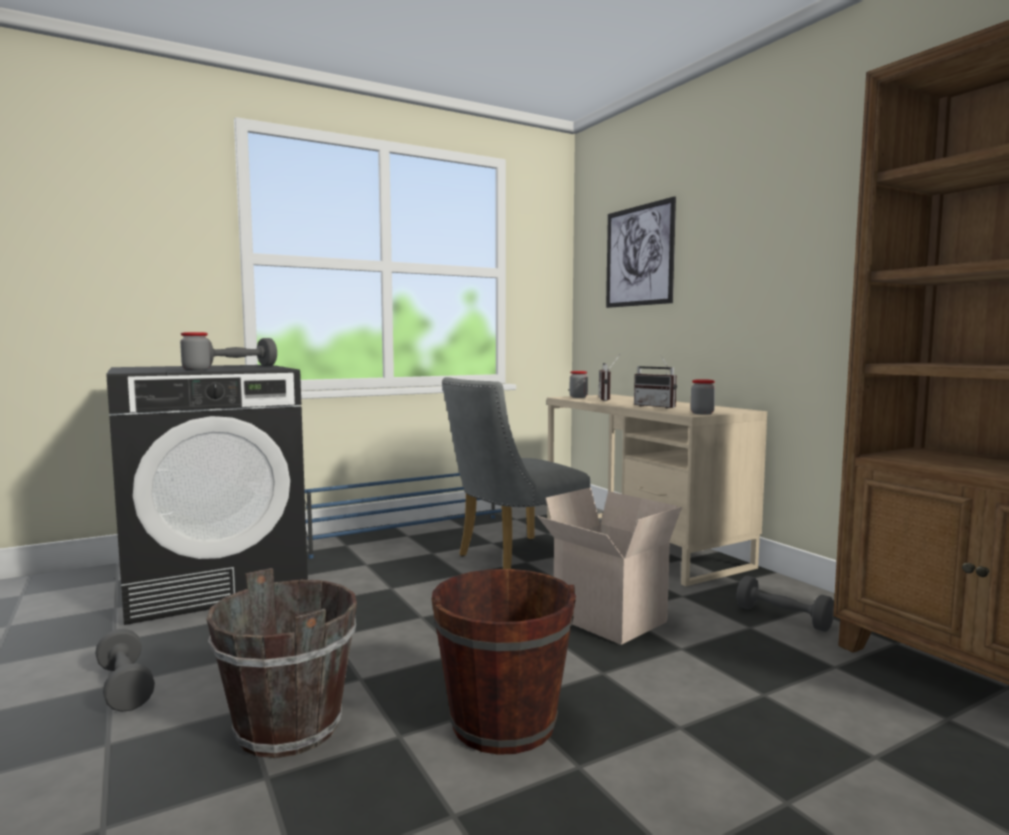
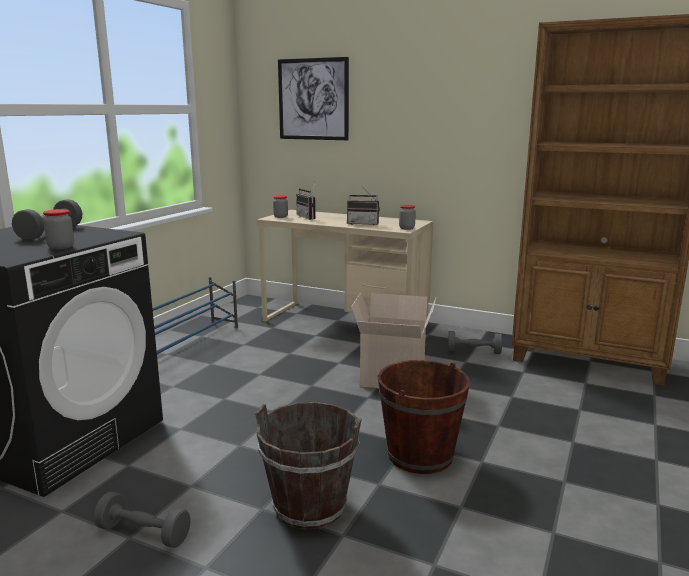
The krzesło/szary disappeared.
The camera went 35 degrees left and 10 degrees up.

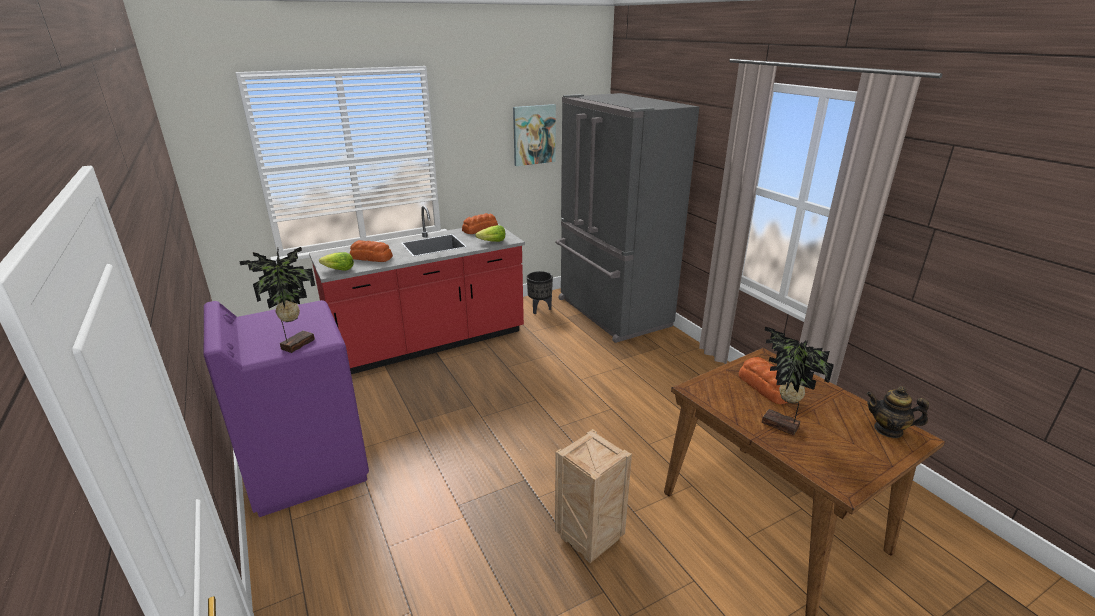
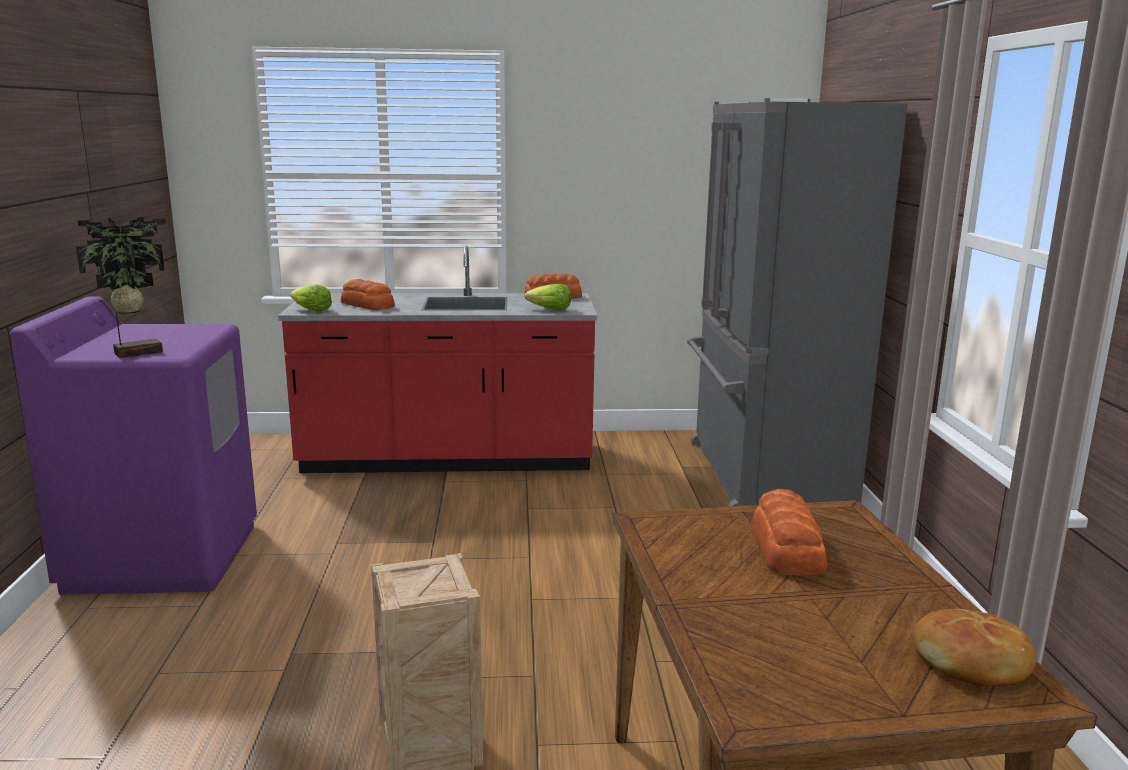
The imbryk was replaced by the chleb (4th from left).
The obraz disappeared.
The donica/czarny disappeared.
The roślina doniczkowa (2nd from left) disappeared.
The camera went 25 degrees right and 10 degrees down.

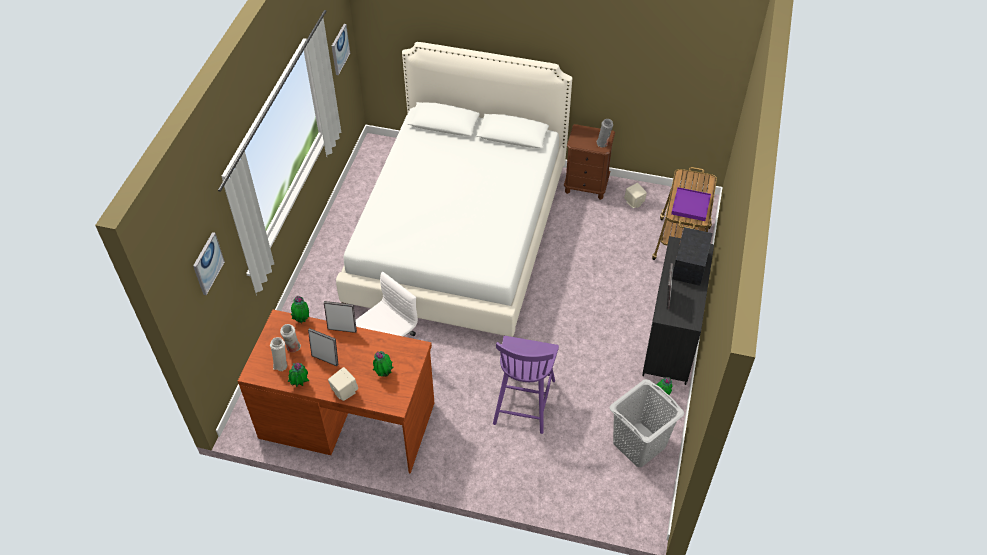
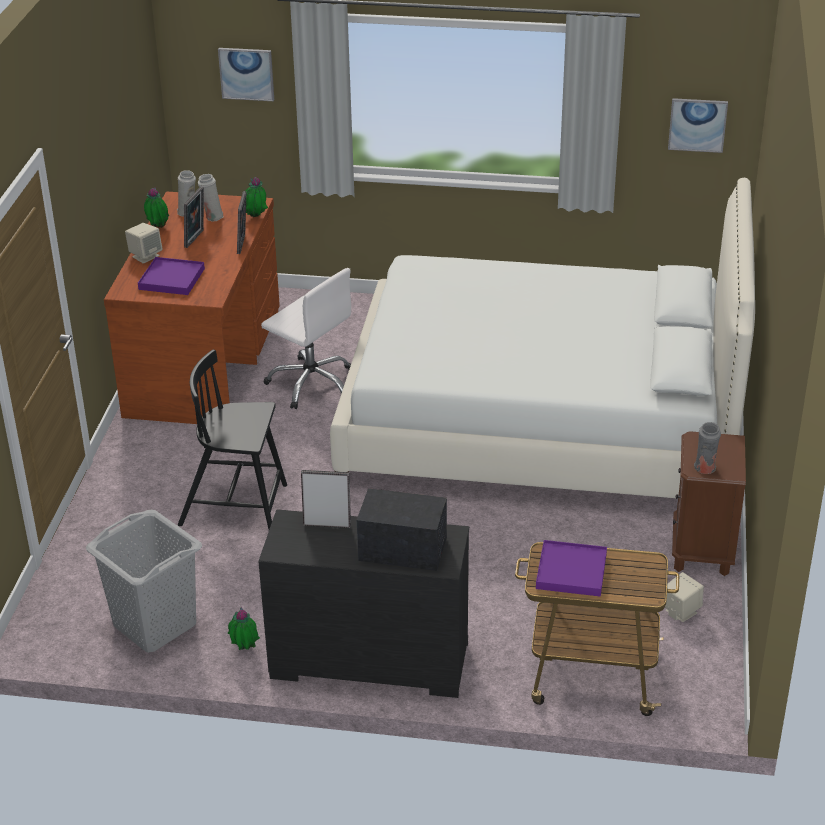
The roślina doniczkowa (3rd from left) was replaced by the taca/fioletowy (1st from left).
The krzesło/fioletowy became the krzesło/czarny.
The camera went 85 degrees right and 15 degrees down.

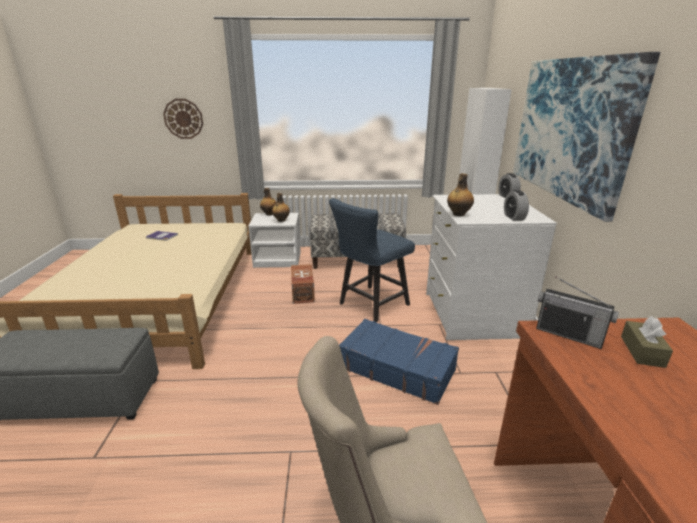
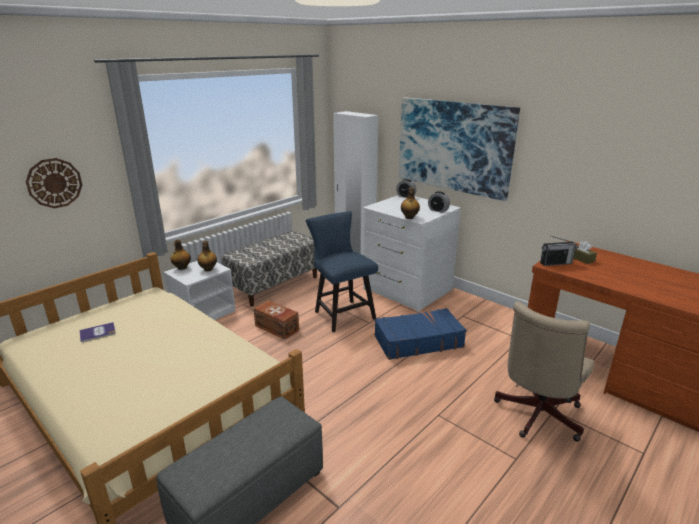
The krzesło/niebieski turned 150 degrees clockwise.
The camera went 45 degrees left and 0 degrees up.

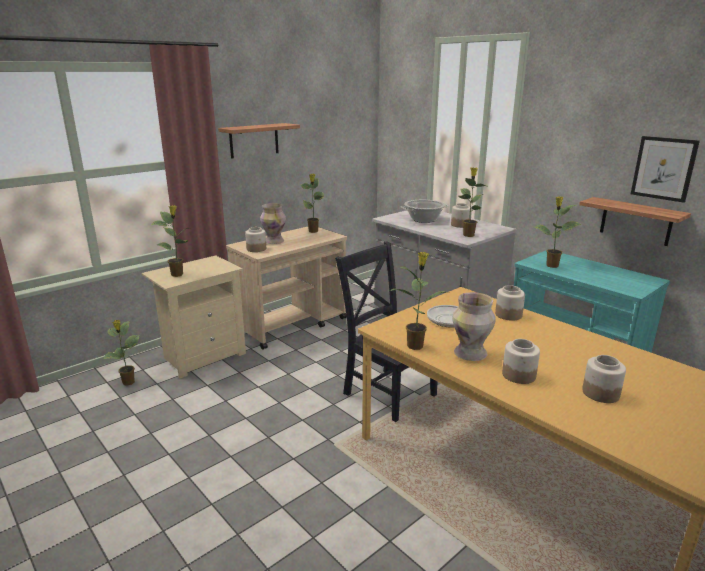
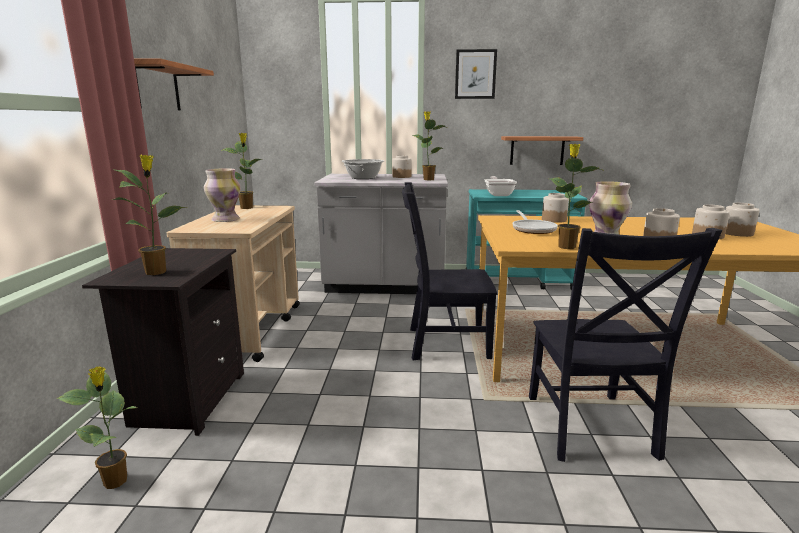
The szafka nocna/beżowy became the szafka nocna/czarny.
The obraz moved.
The roślina doniczkowa (6th from left) was replaced by the patelnia (1st from left).
The krzesło/czarny (2nd from left) appeared.
The słoik (1st from left in the first image) moved.
The camera went 45 degrees left and 5 degrees down.

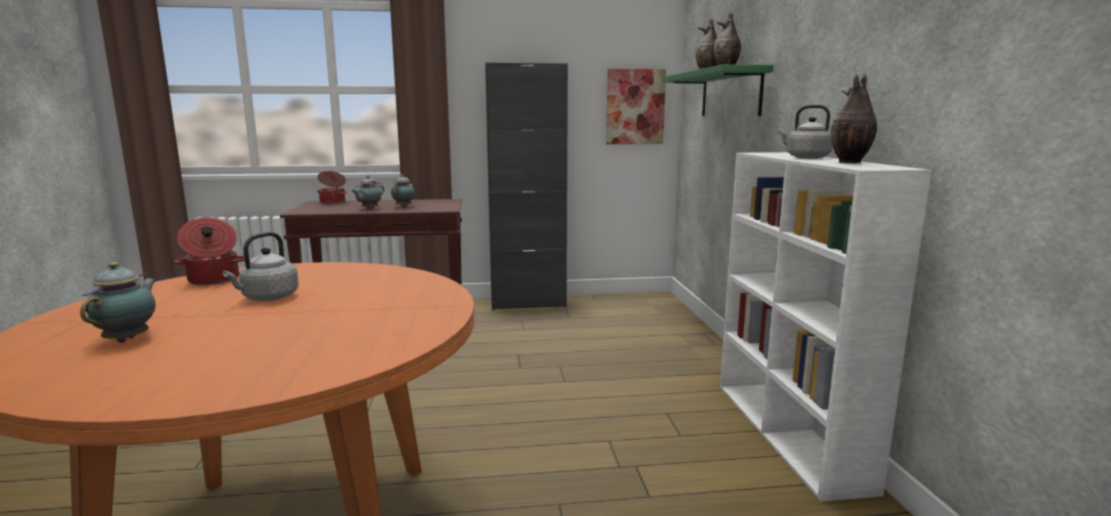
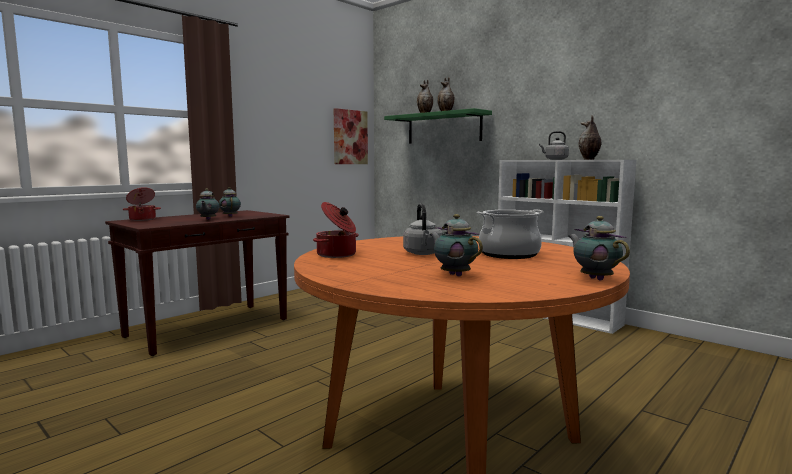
The garnek (3rd from left) appeared.
The imbryk (4th from left) appeared.
The szafka/czarny disappeared.
The camera went 40 degrees left and 5 degrees down.

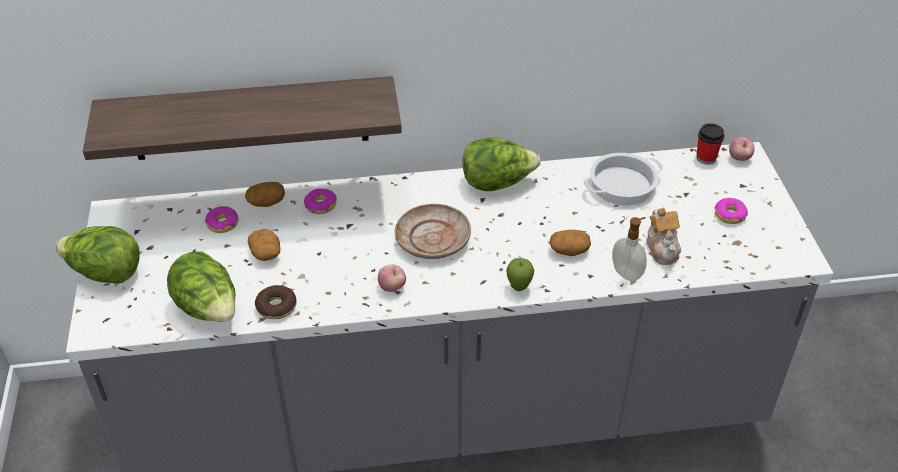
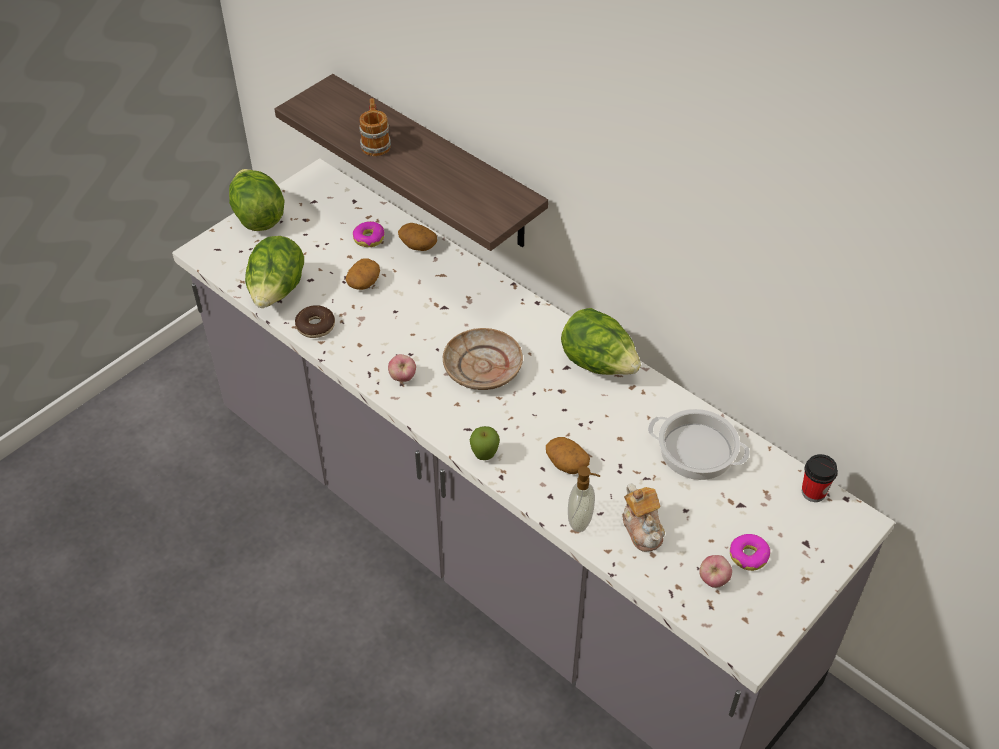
The kubek appeared.
The imbryk turned 60 degrees counterclockwise.
The jabłko (3rd from left) moved.
The donut (3rd from left) disappeared.
The camera went 50 degrees right and 5 degrees up.

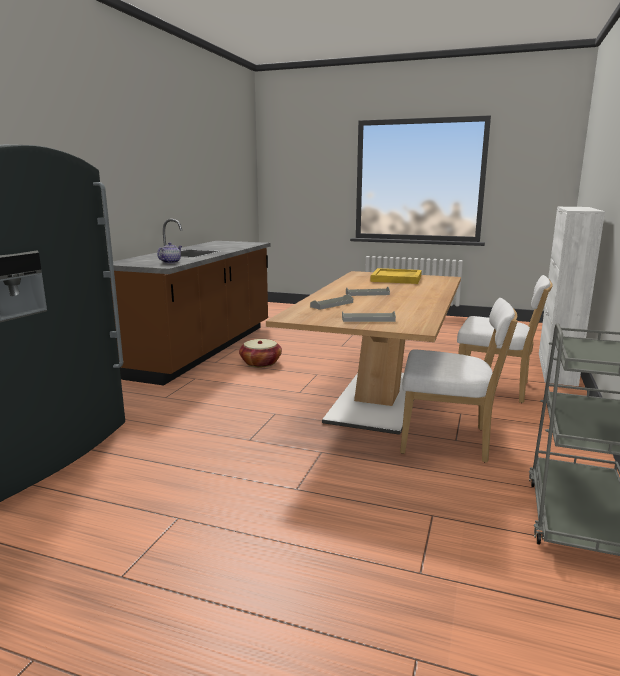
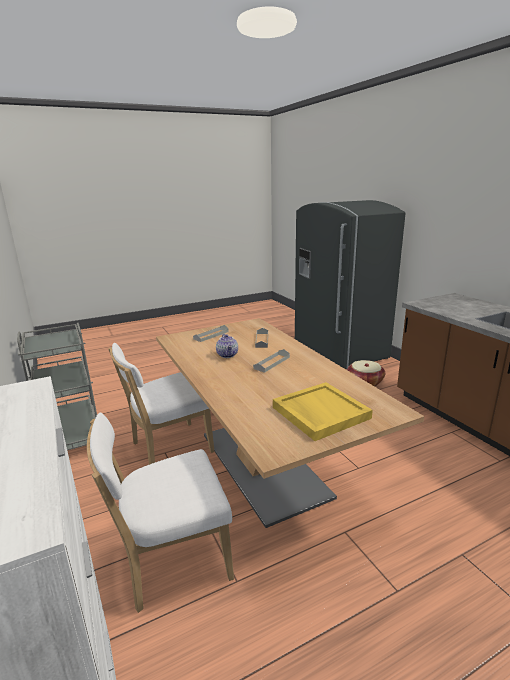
The imbryk moved.
The koszyk moved.
The camera went 135 degrees right and 5 degrees up.

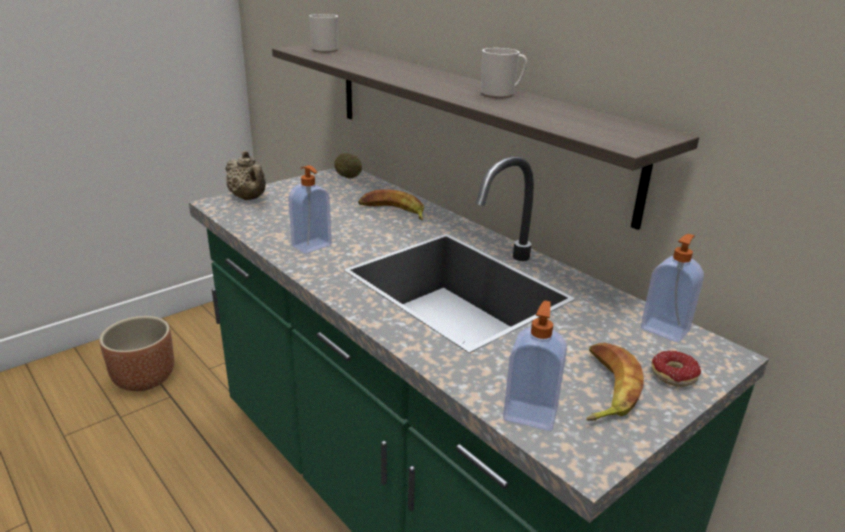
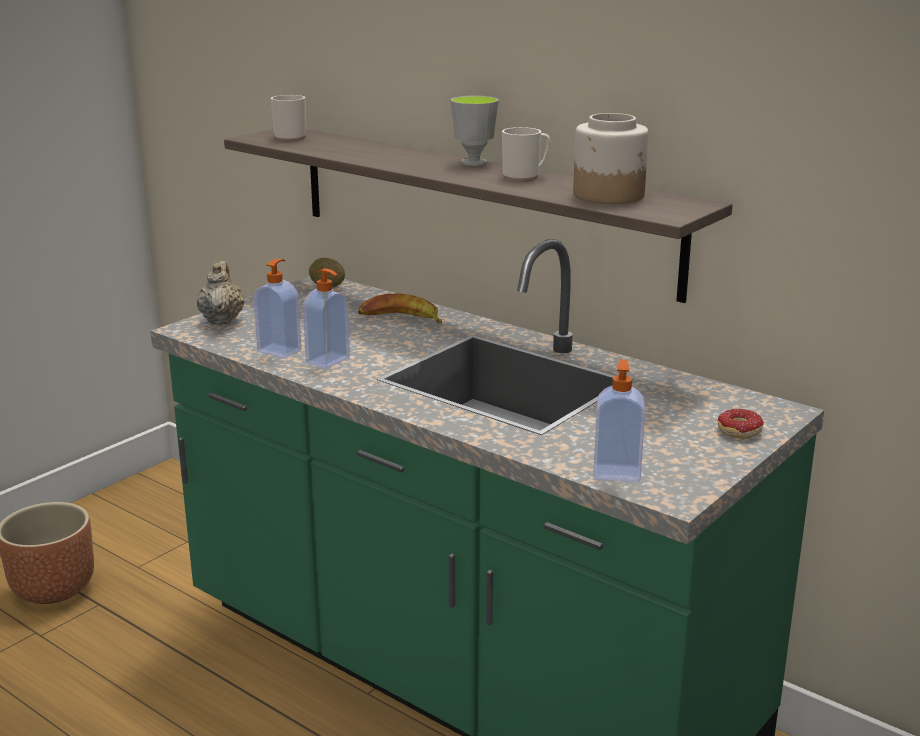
The imbryk/beżowy turned 135 degrees counterclockwise.
The dozownik mydła (3rd from left in the first image) moved.
The filiżanka appeared.
The słoik appeared.
The banan (2nd from left) disappeared.
The camera went 10 degrees left and 5 degrees down.

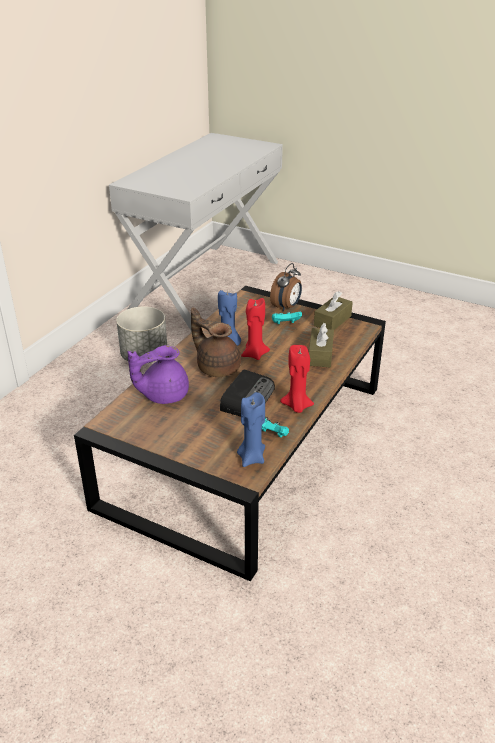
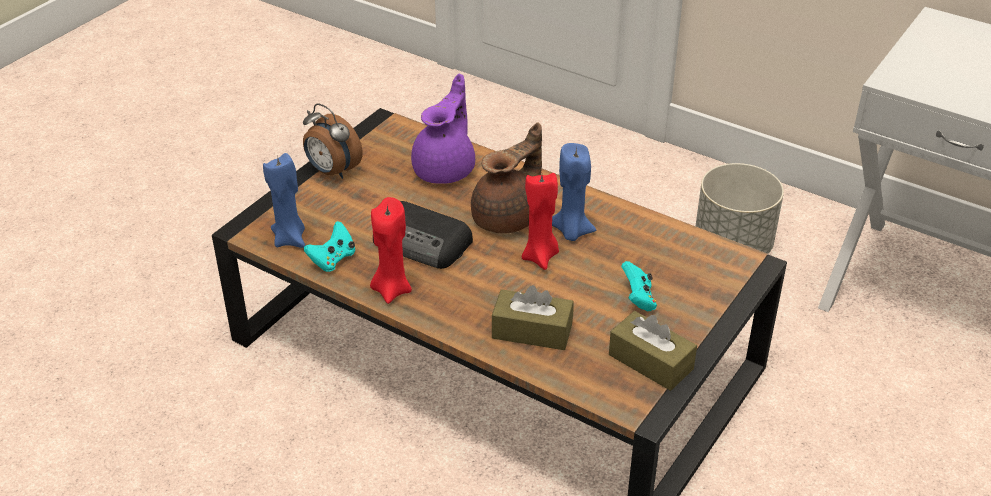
The budzik moved.
The imbryk/fioletowy turned 45 degrees clockwise.
The camera went 95 degrees right and 5 degrees up.

